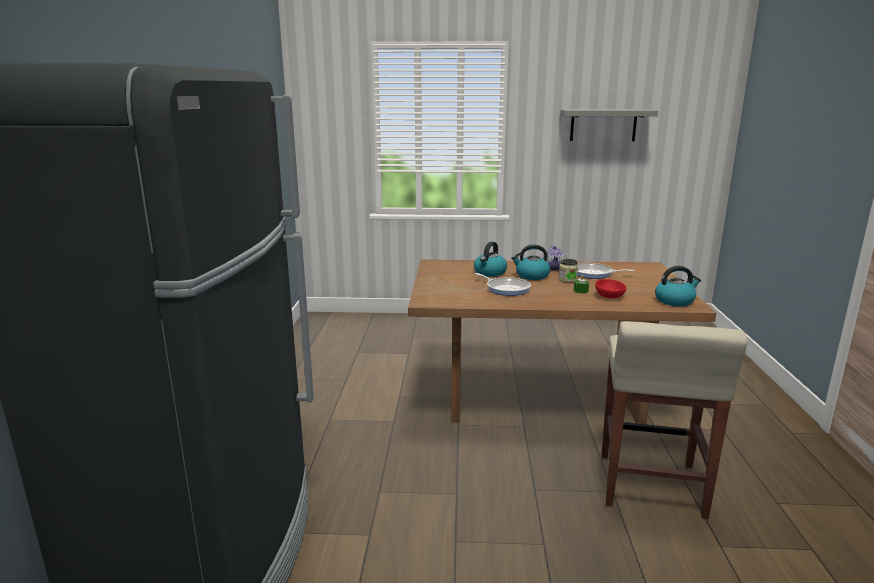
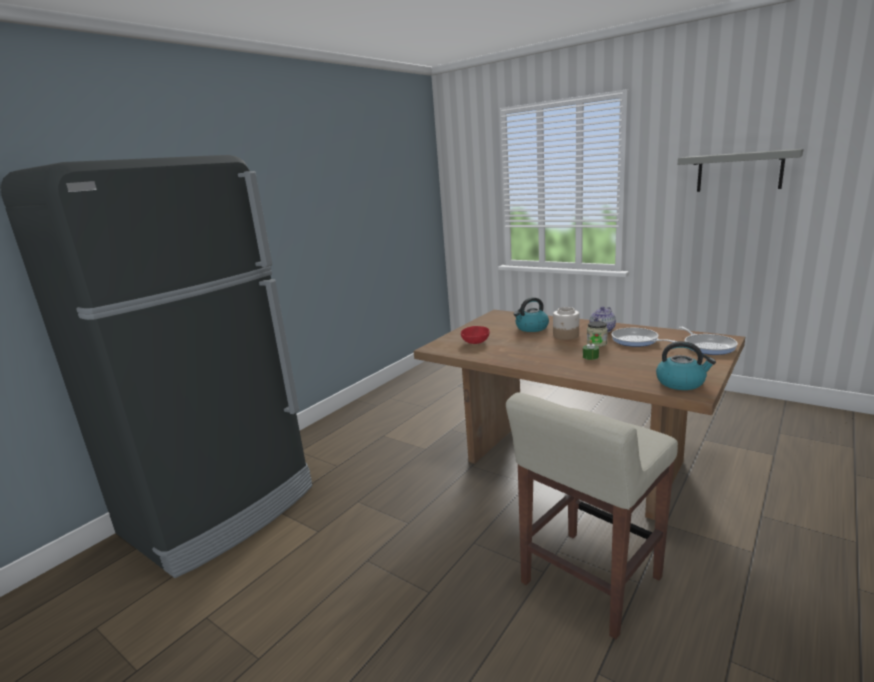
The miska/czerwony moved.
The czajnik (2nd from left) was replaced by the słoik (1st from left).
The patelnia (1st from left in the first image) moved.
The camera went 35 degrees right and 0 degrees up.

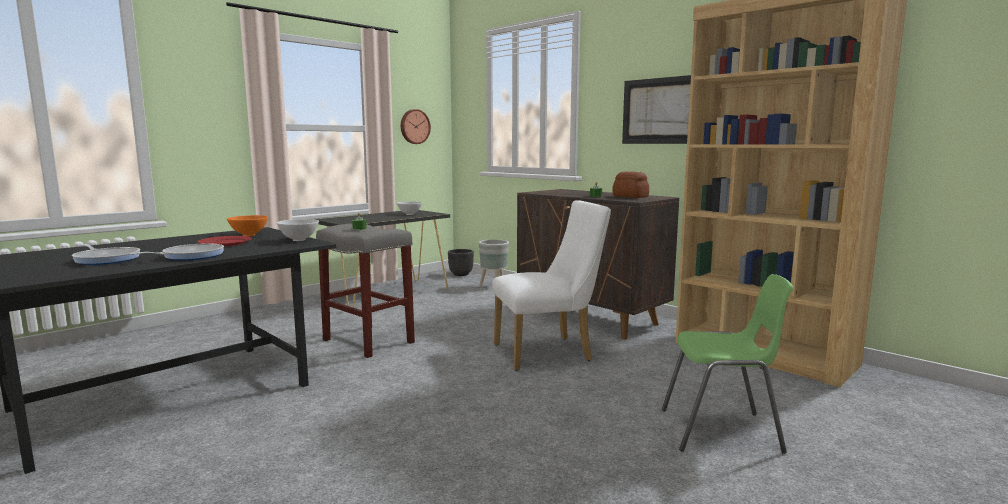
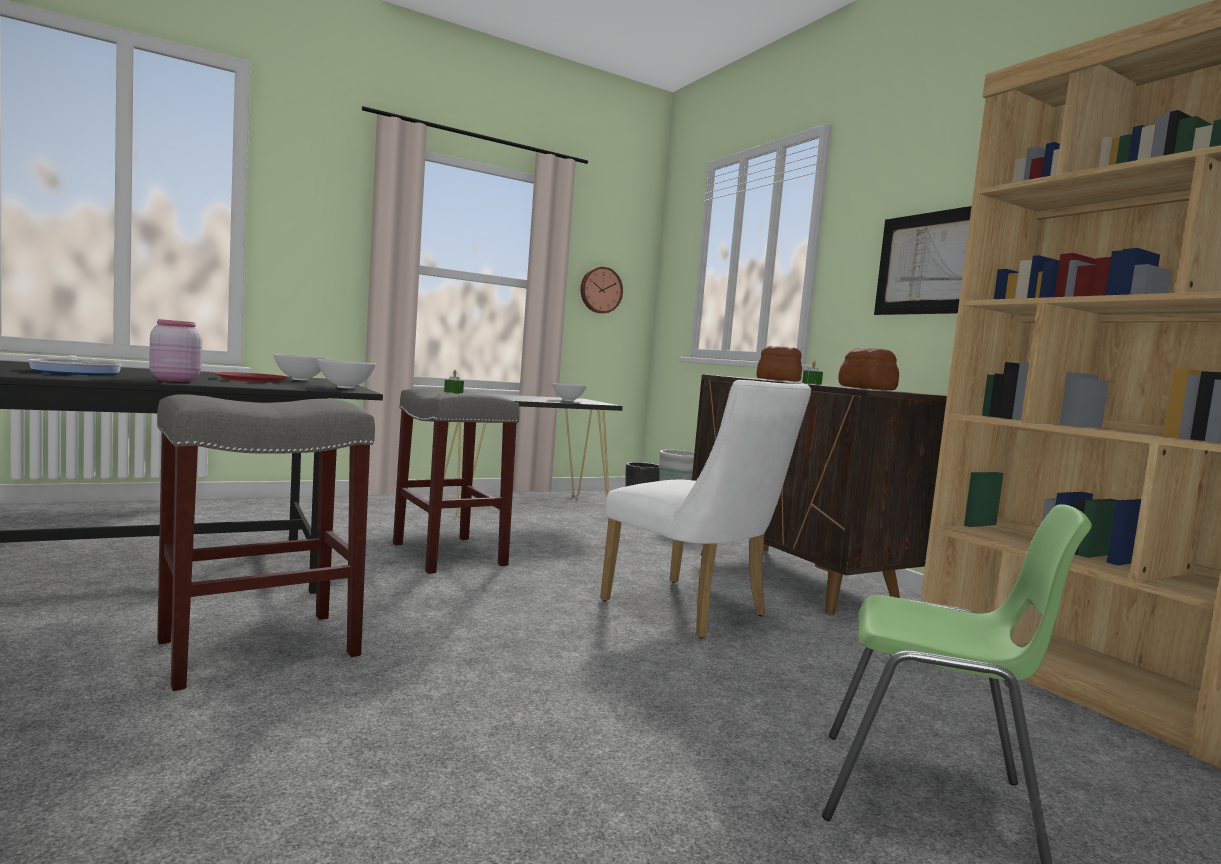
The patelnia (2nd from left) was replaced by the słoik/różowy.
The stołek/szary (1st from left) appeared.
The miska/pomarańczowy became the miska/biały (1st from left).
The krzesło/biały turned 45 degrees clockwise.
The chleb (1st from left) appeared.
The camera went 15 degrees right and 5 degrees down.

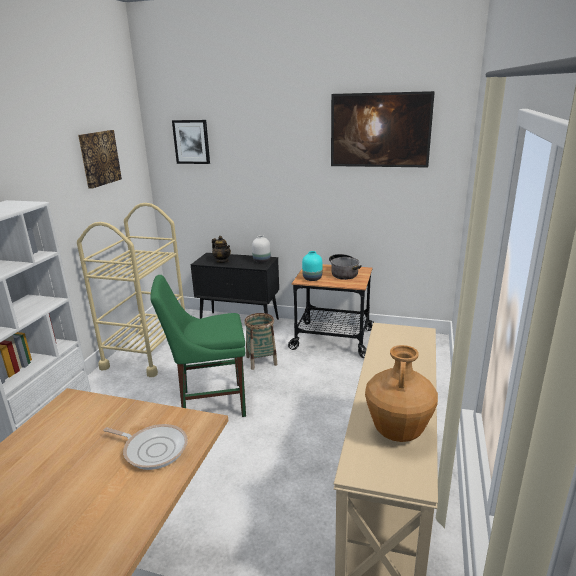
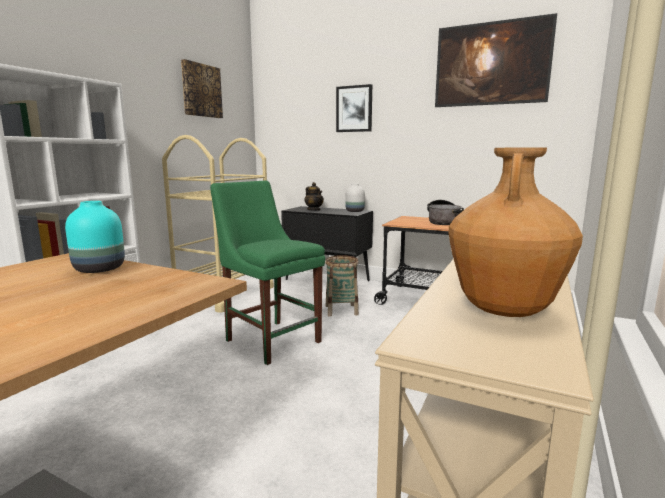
The wazon/turkusowy moved.
The krzesło/zielony turned 45 degrees clockwise.
The obraz (2nd from left) moved.
The patelnia disappeared.
The camera went 10 degrees right and 10 degrees down.

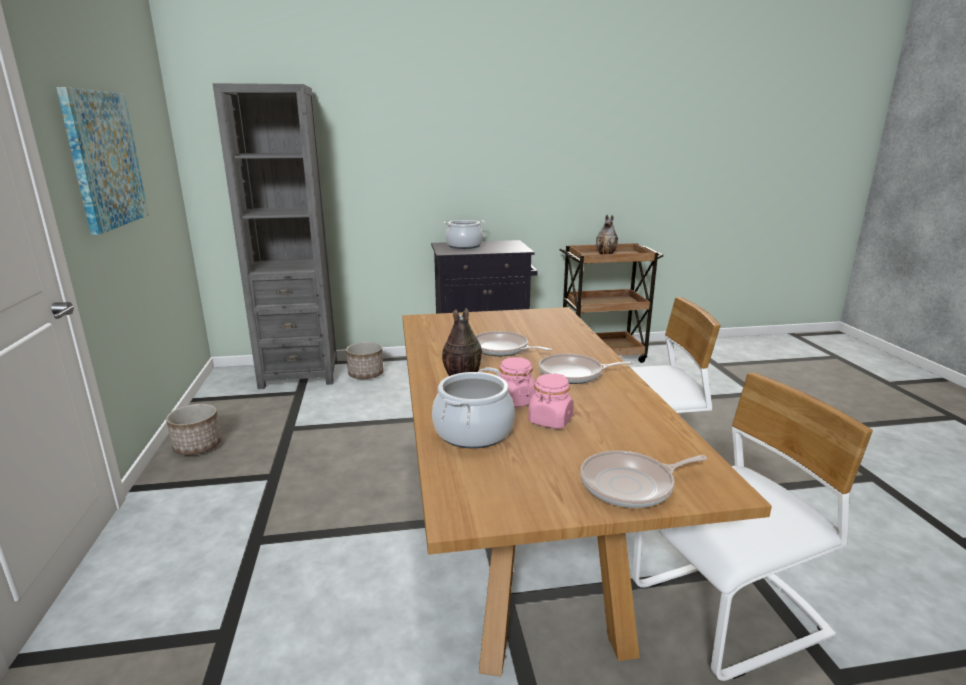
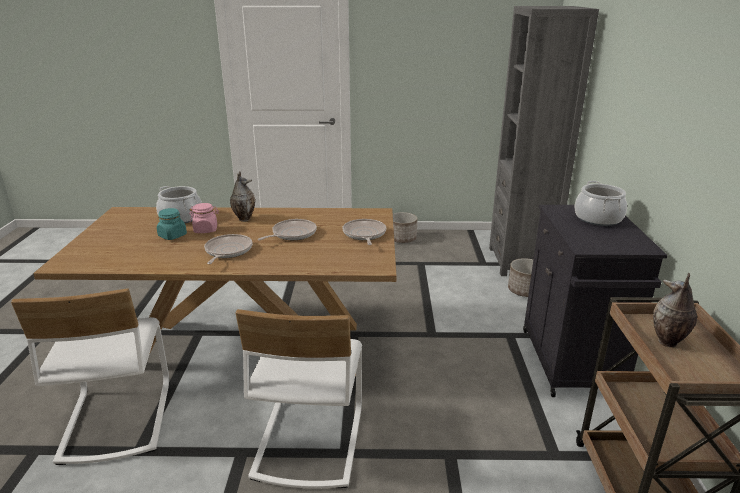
The słoik/różowy (2nd from left) became the słoik/turkusowy.
The patelnia (3rd from left) moved.
The obraz disappeared.
The camera went 100 degrees right and 5 degrees up.

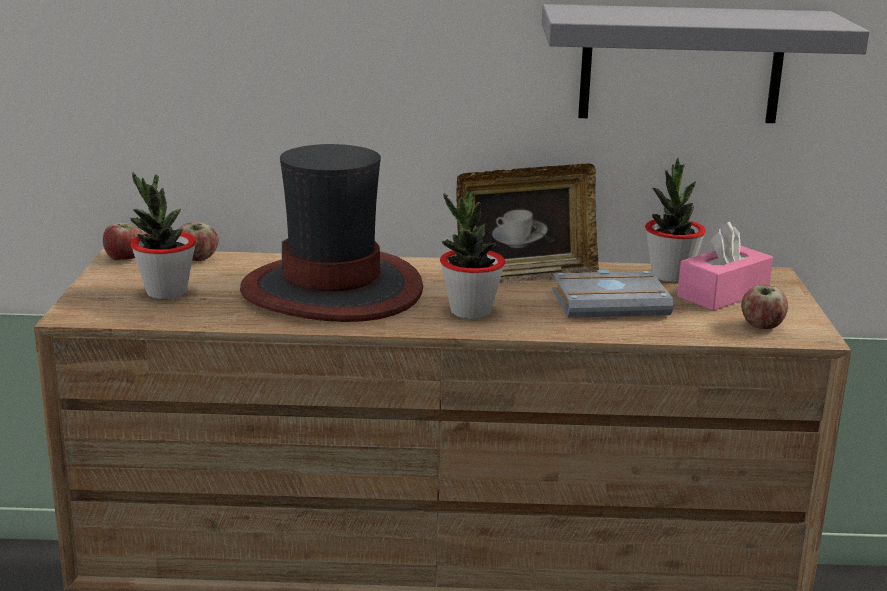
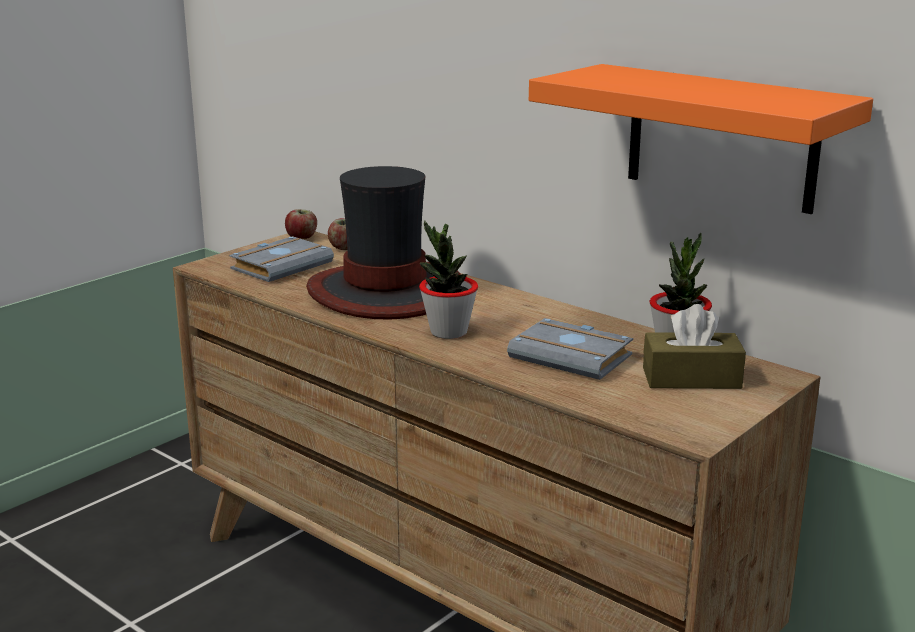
The roślina doniczkowa (1st from left) was replaced by the książka/szary (1st from left).
The półka/szary became the półka/pomarańczowy.
The pudełko chusteczek/różowy became the pudełko chusteczek/brązowy.
The ramka na zdjęcie disappeared.
The jabłko (3rd from left) disappeared.
The camera went 40 degrees right and 0 degrees up.

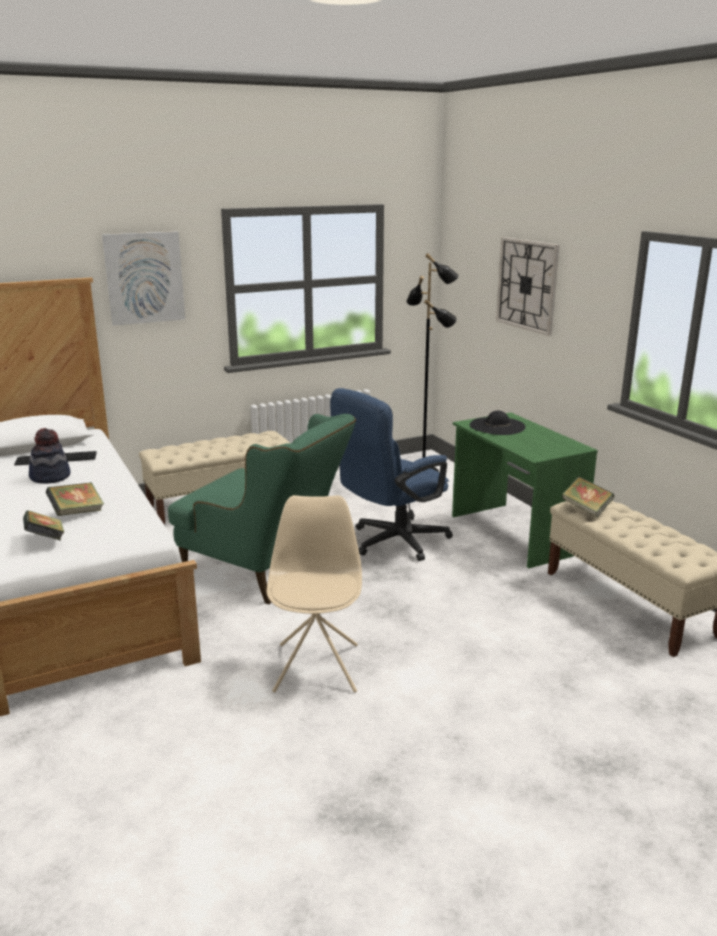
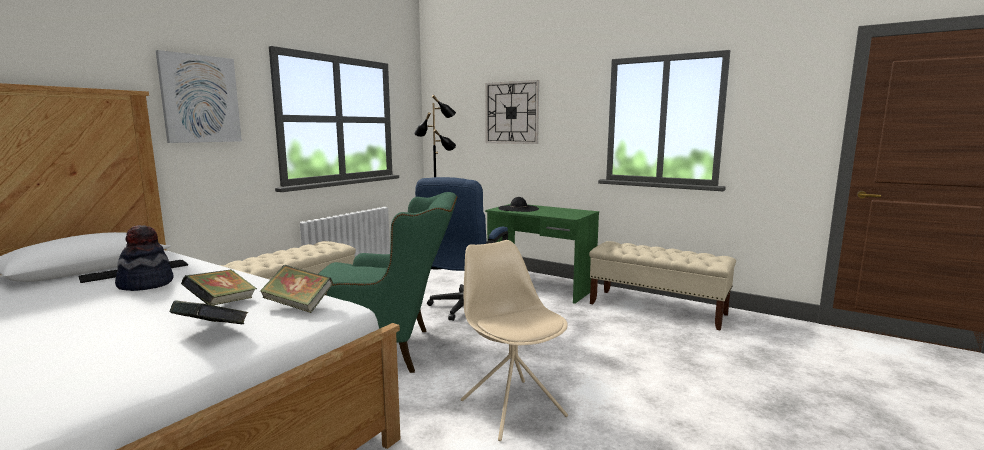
The książka (3rd from left) moved.
The camera went 30 degrees left and 10 degrees down.

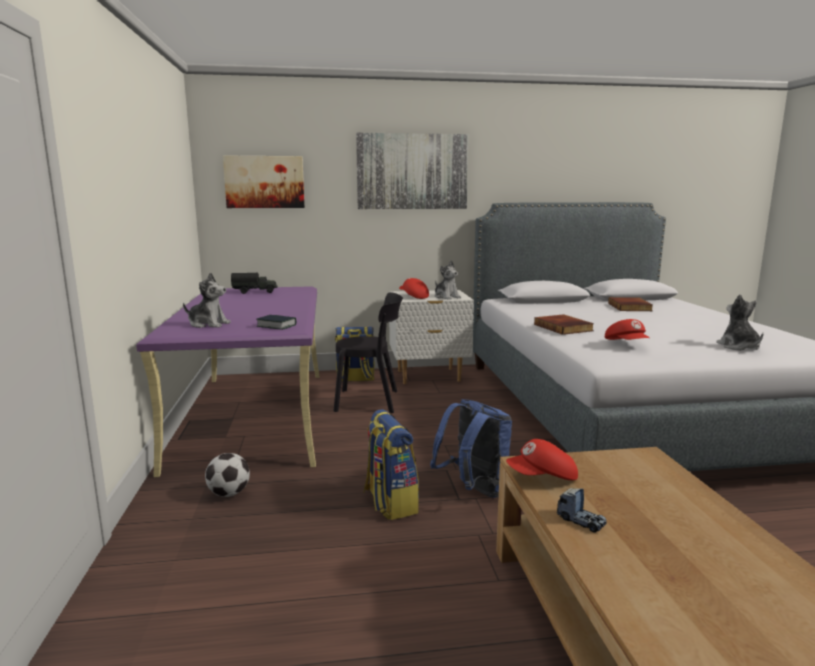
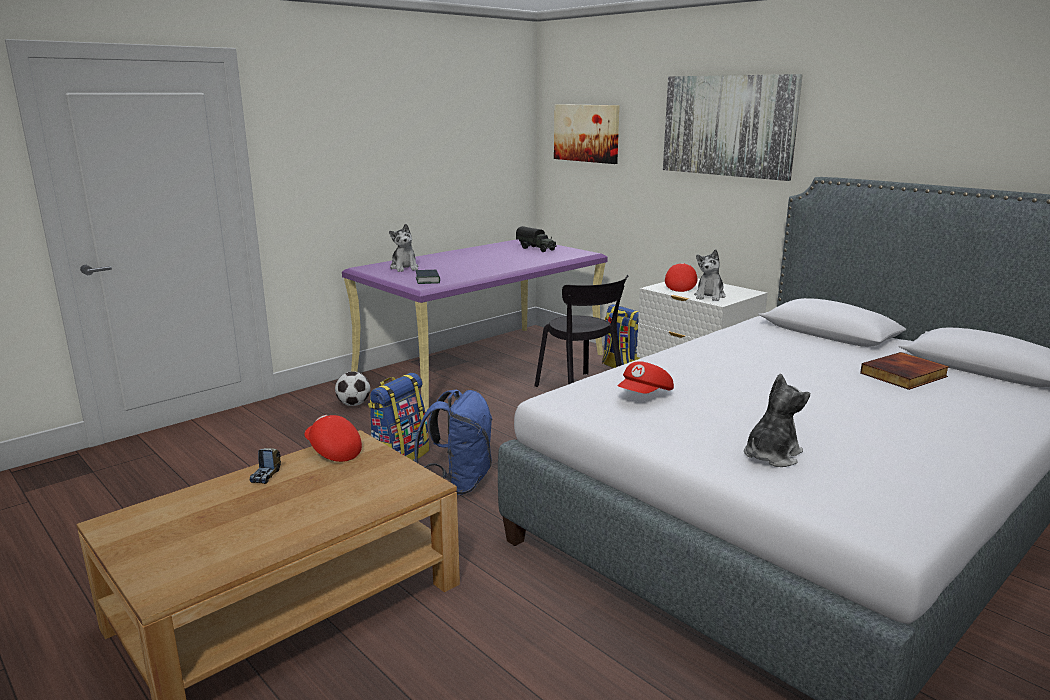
The książka (2nd from left) disappeared.
The camera went 55 degrees right and 5 degrees up.

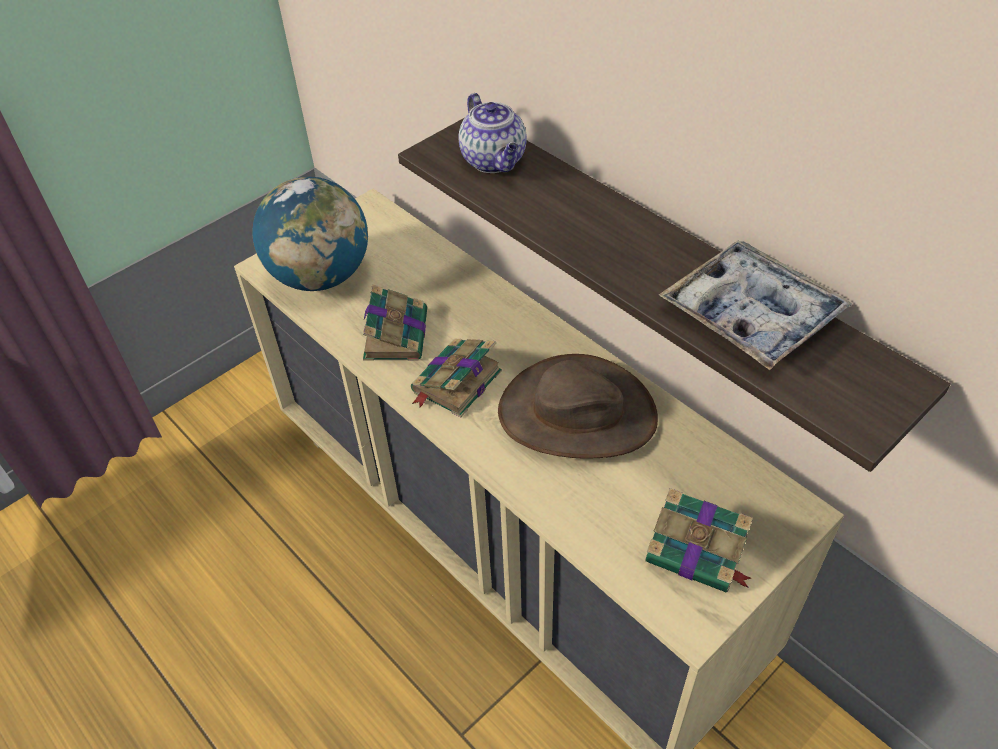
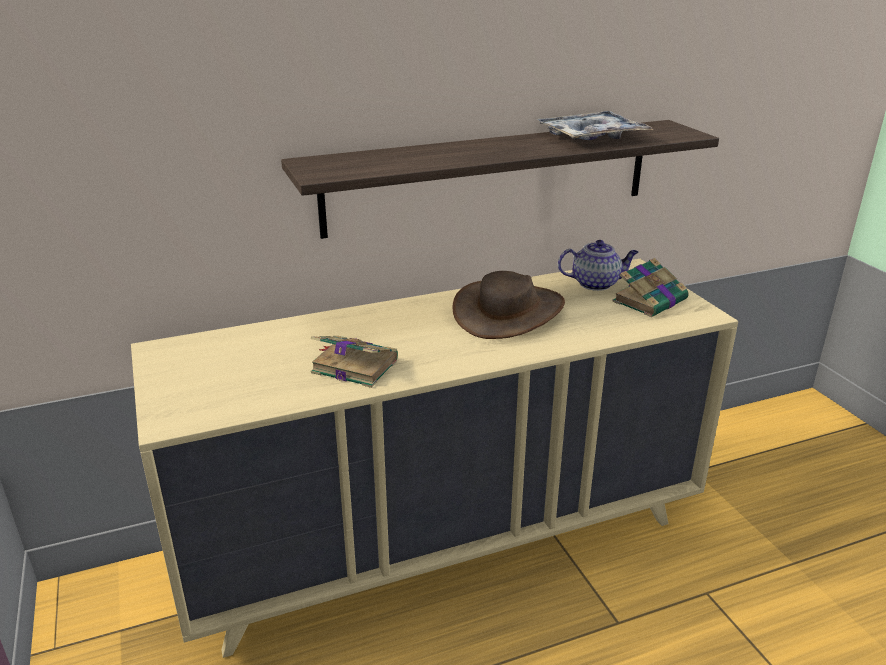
The imbryk moved.
The globus disappeared.
The książka (2nd from left) disappeared.
The camera went 70 degrees left and 20 degrees down.

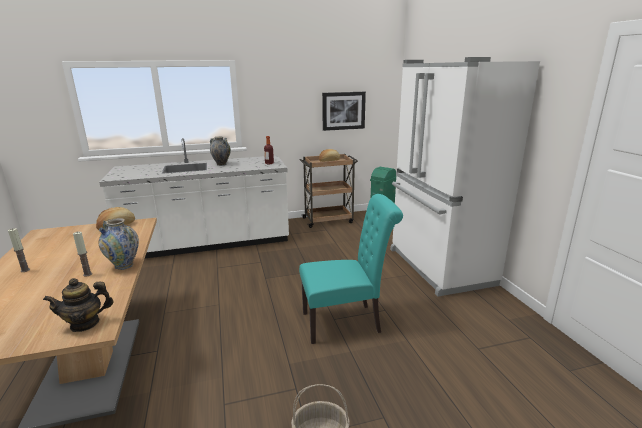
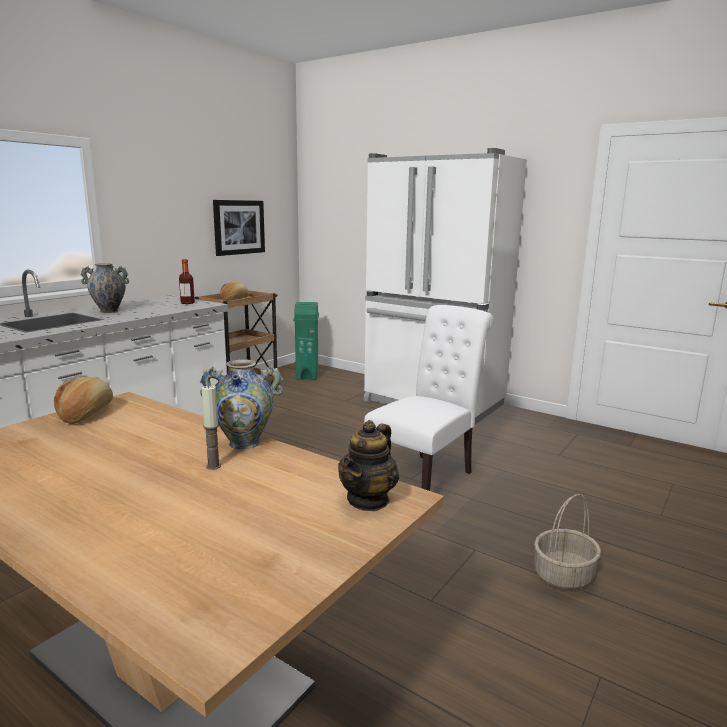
The krzesło/turkusowy became the krzesło/biały.
The świeca (1st from left) disappeared.
The camera went 40 degrees left and 5 degrees down.

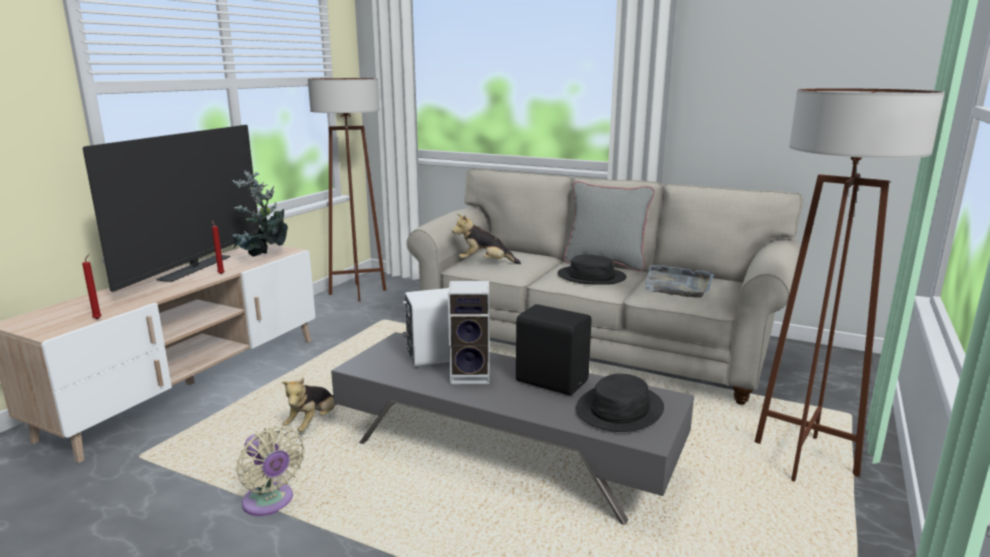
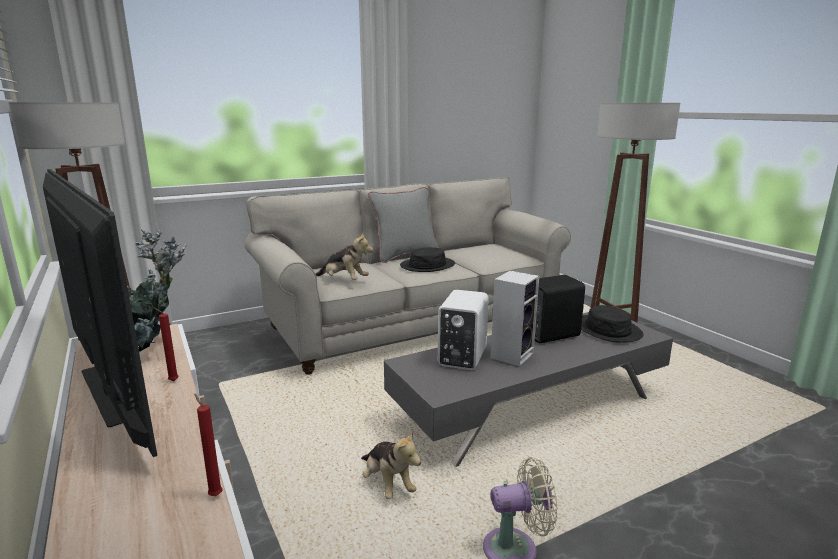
The pluszak (2nd from left in the first image) turned 105 degrees counterclockwise.
The taca/szary disappeared.
The camera went 55 degrees left and 0 degrees up.

